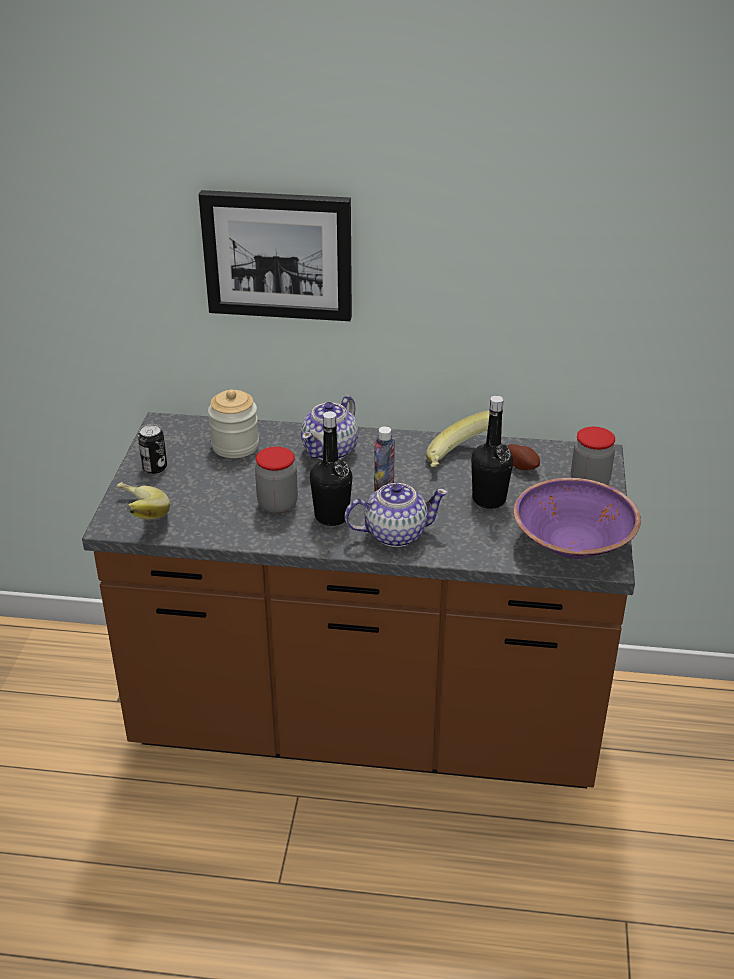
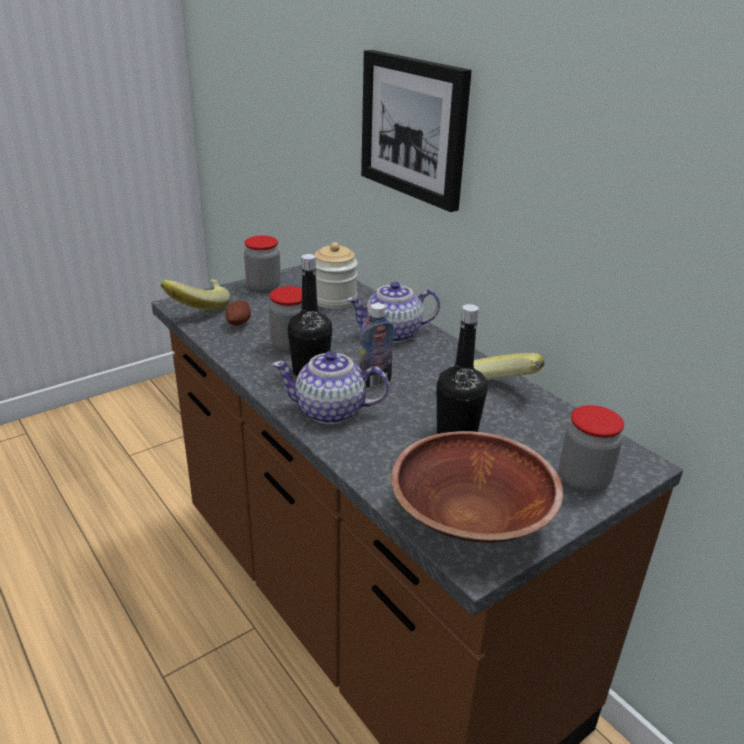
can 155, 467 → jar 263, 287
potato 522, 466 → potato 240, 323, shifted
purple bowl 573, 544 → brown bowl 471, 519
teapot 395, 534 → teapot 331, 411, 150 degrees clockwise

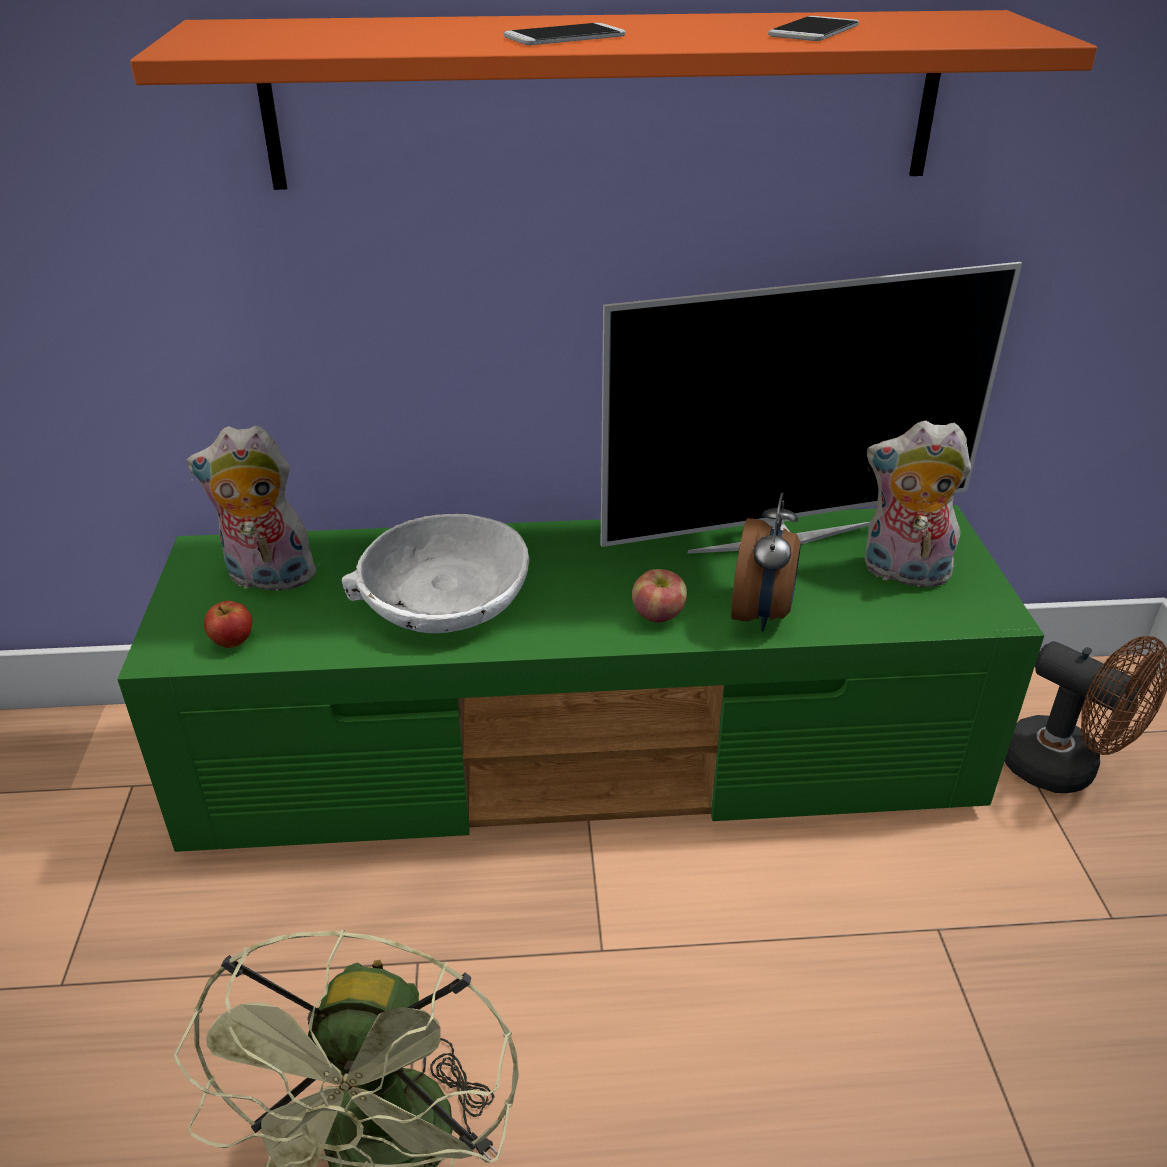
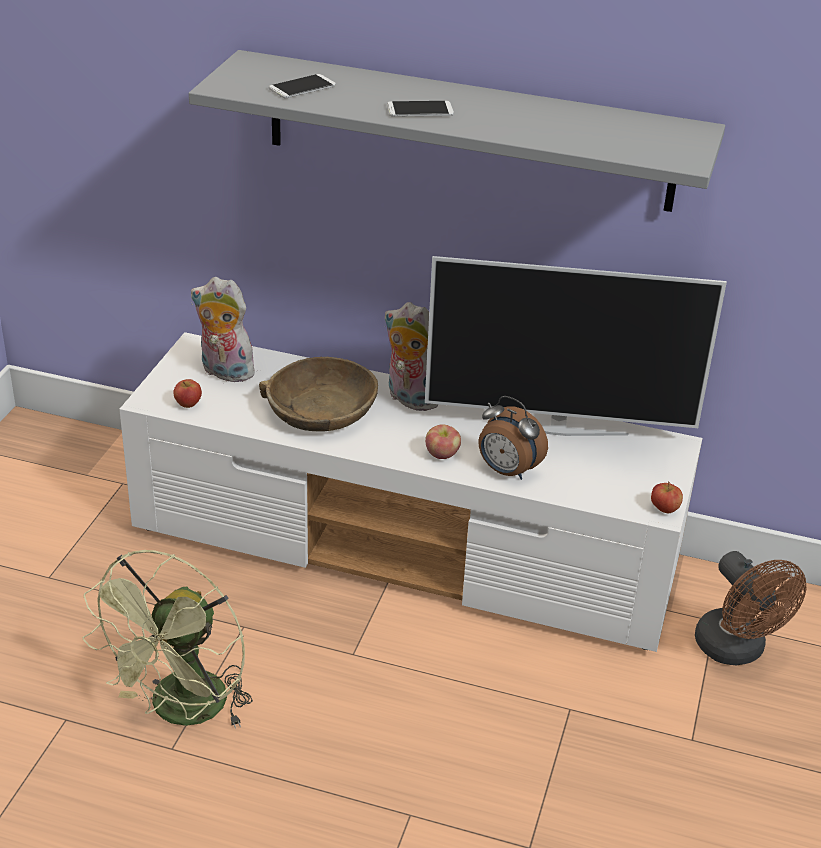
orange shelf 604, 101 → grey shelf 469, 131
phone 814, 31 → phone 302, 87, shifted
plush toy 902, 573 → plush toy 408, 399, shifted
alarm clock 762, 614 → alarm clock 507, 471, 90 degrees clockwise
green tv stand 588, 758 → white tv stand 408, 548
white bowl 445, 598 → brown bowl 321, 410
- → apple 664, 509

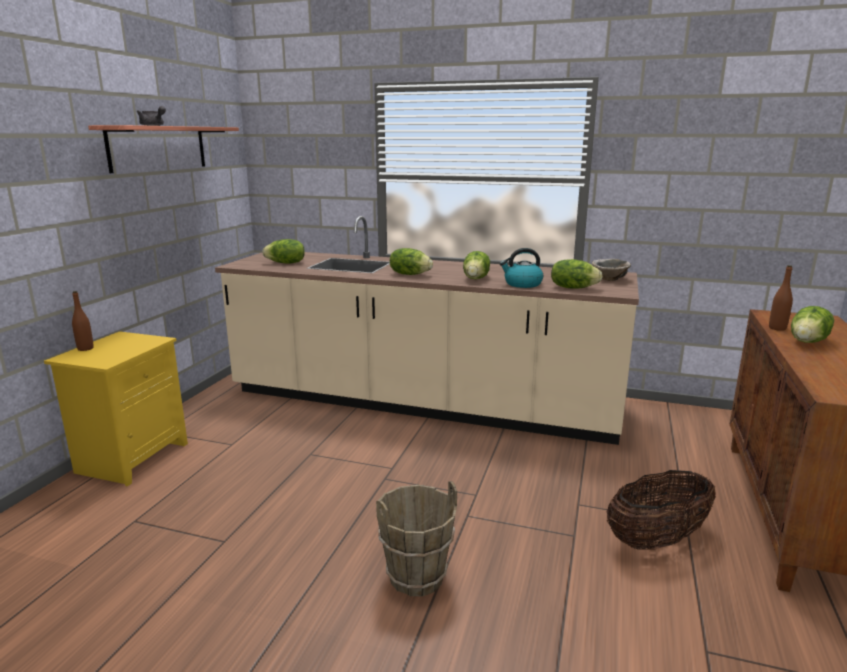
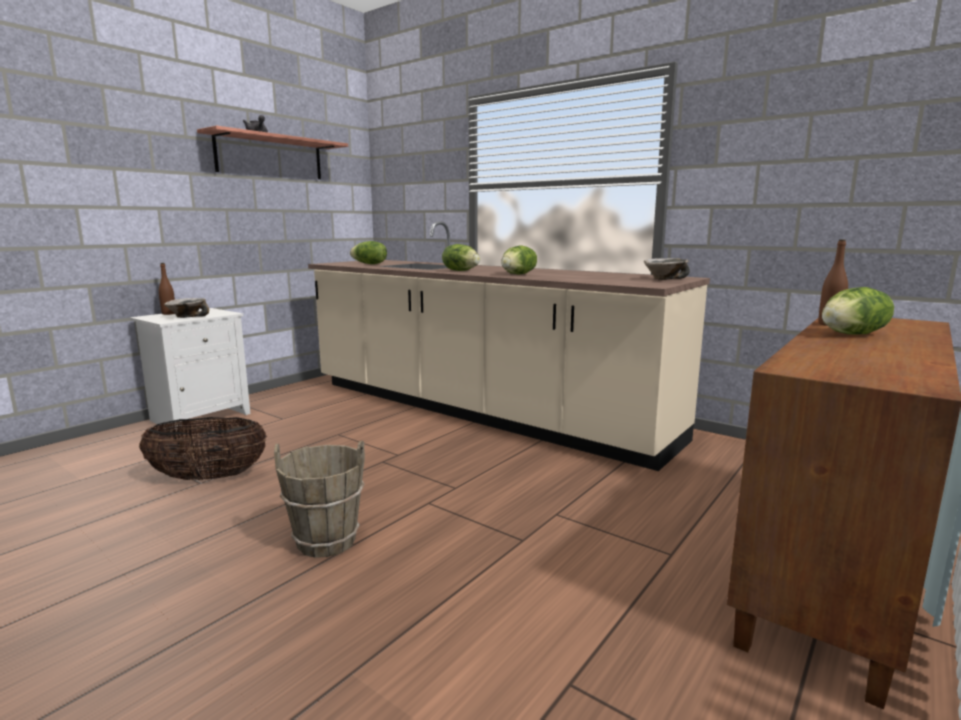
kettle 522, 284 → -
lettuce 573, 288 → -
yellow nightstand 132, 457 → white nightstand 200, 417
basket 657, 539 → basket 209, 477, shifted
- → bowl 187, 317

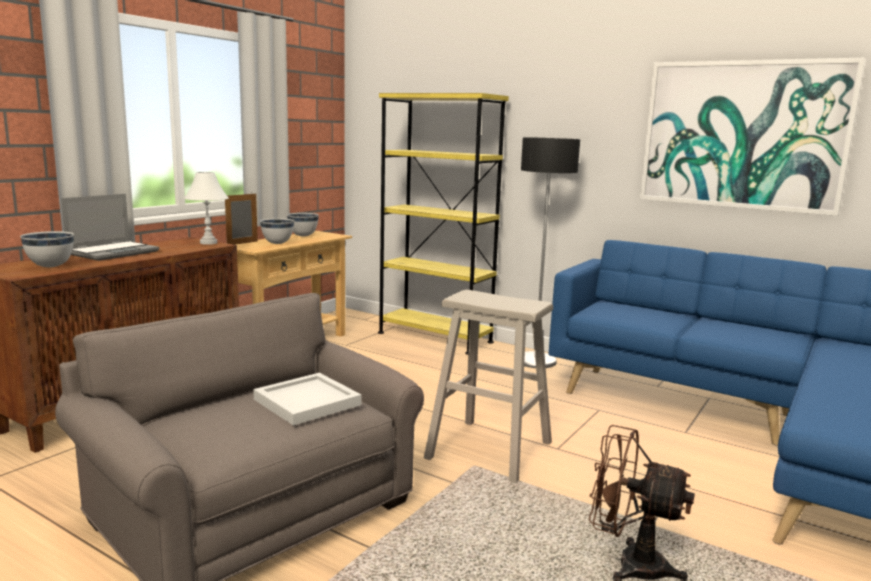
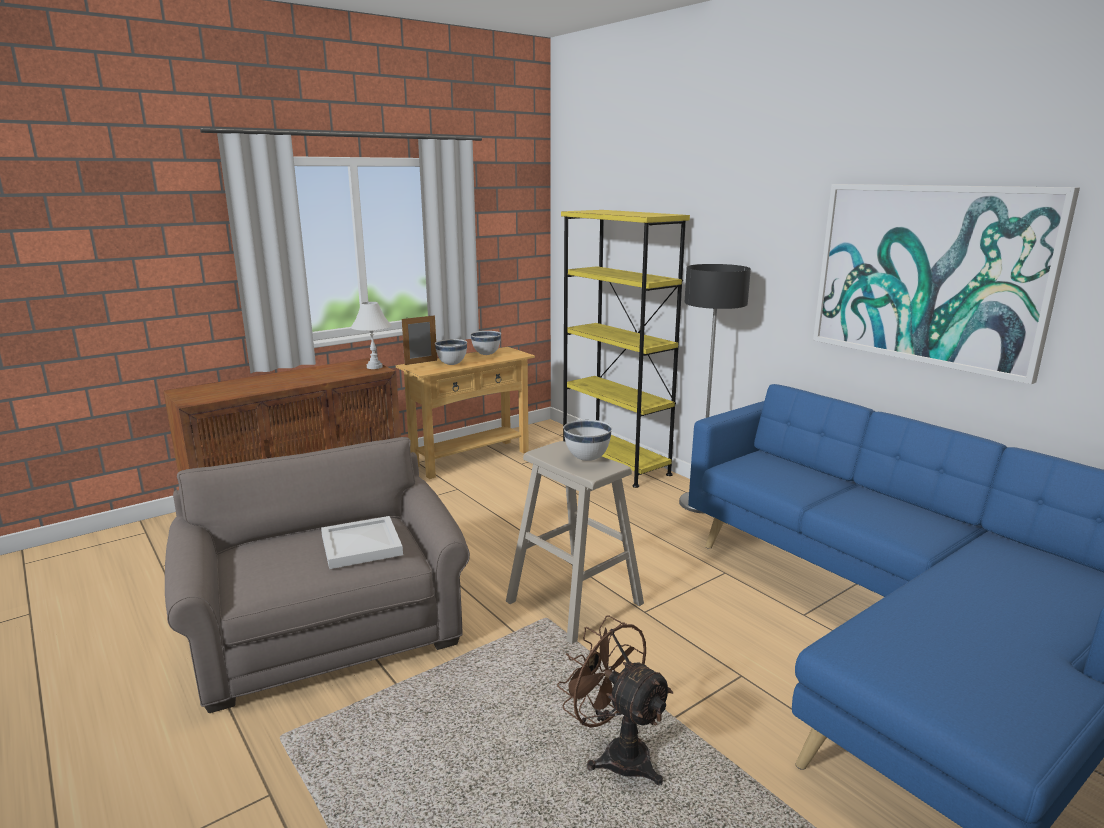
laptop 113, 252 → -
white bowl 50, 267 → white bowl 586, 459, shifted

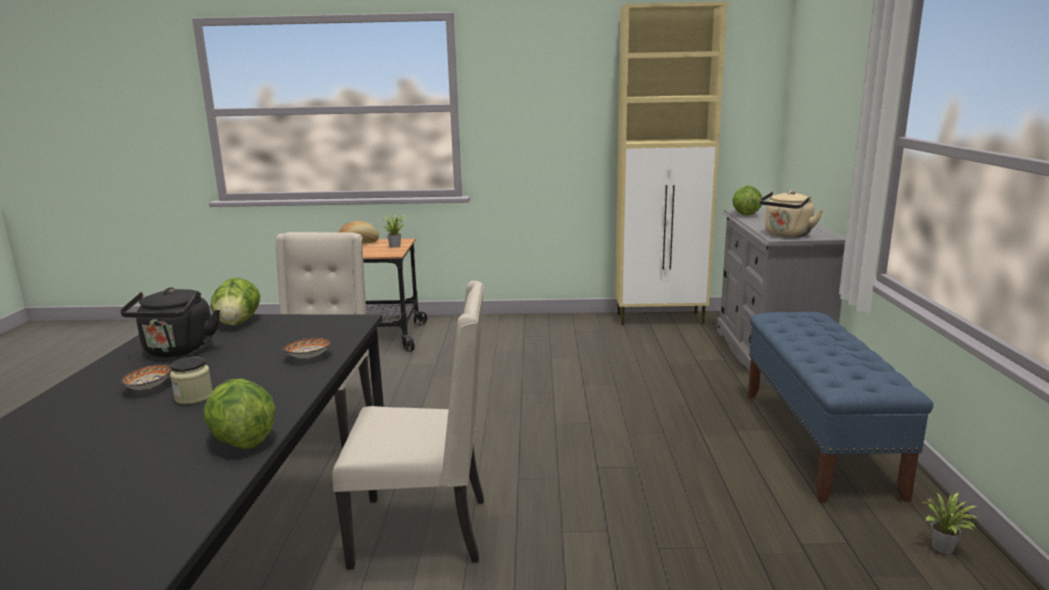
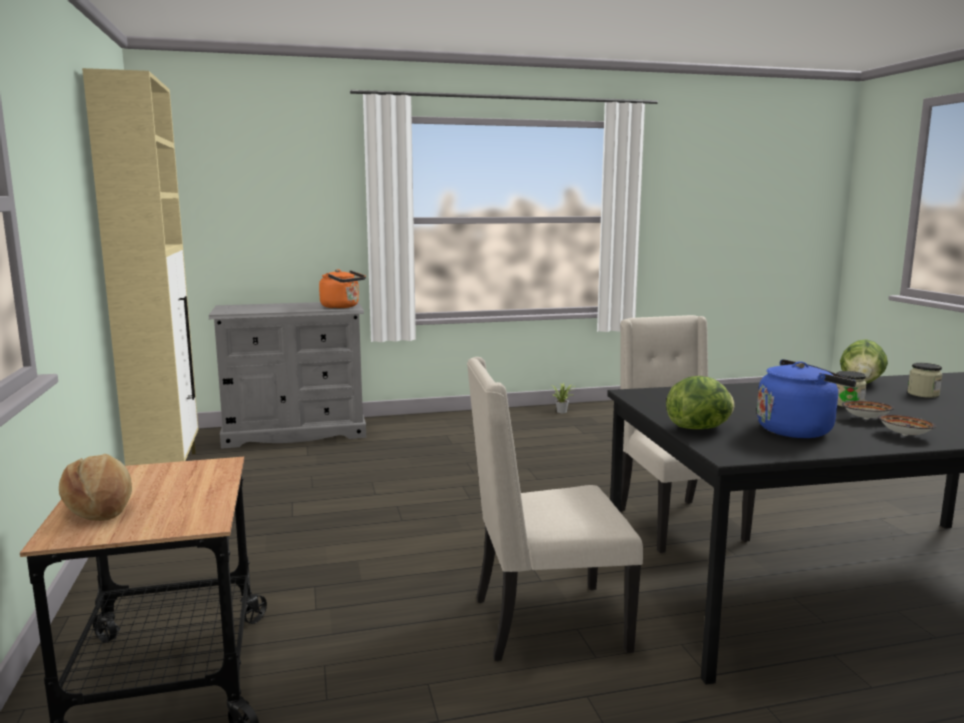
lettuce 745, 214 → -
beige kettle 786, 235 → orange kettle 342, 307
potted plant 395, 246 → -
black kettle 178, 351 → blue kettle 798, 430
blue bench 818, 441 → -
bowl 307, 357 → bowl 905, 435, shifted
- → jar 923, 394

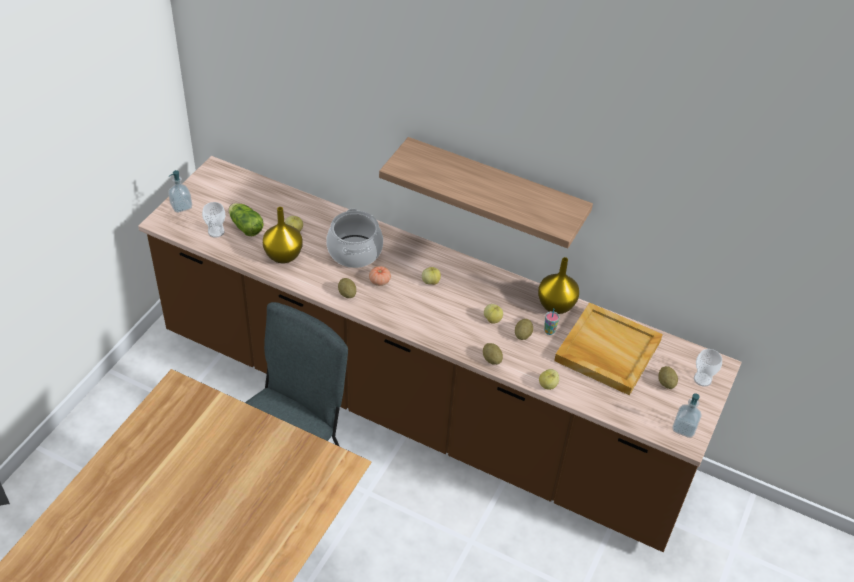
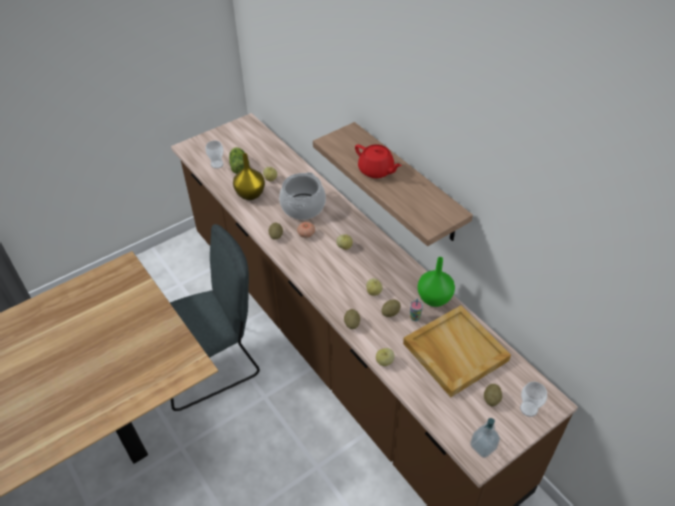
soap dispenser 181, 206 → -
yellow vase 555, 306 → green vase 433, 299
- → red teapot 376, 170

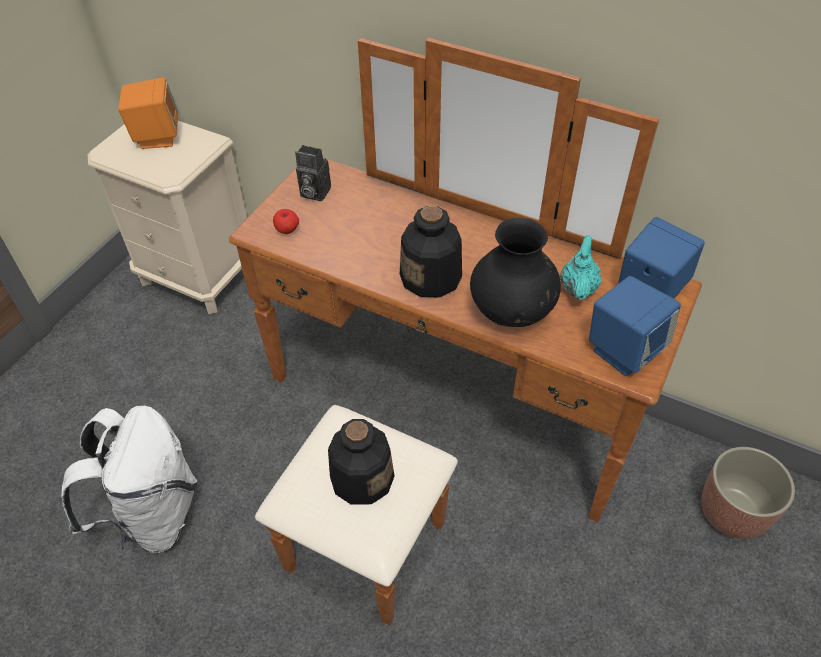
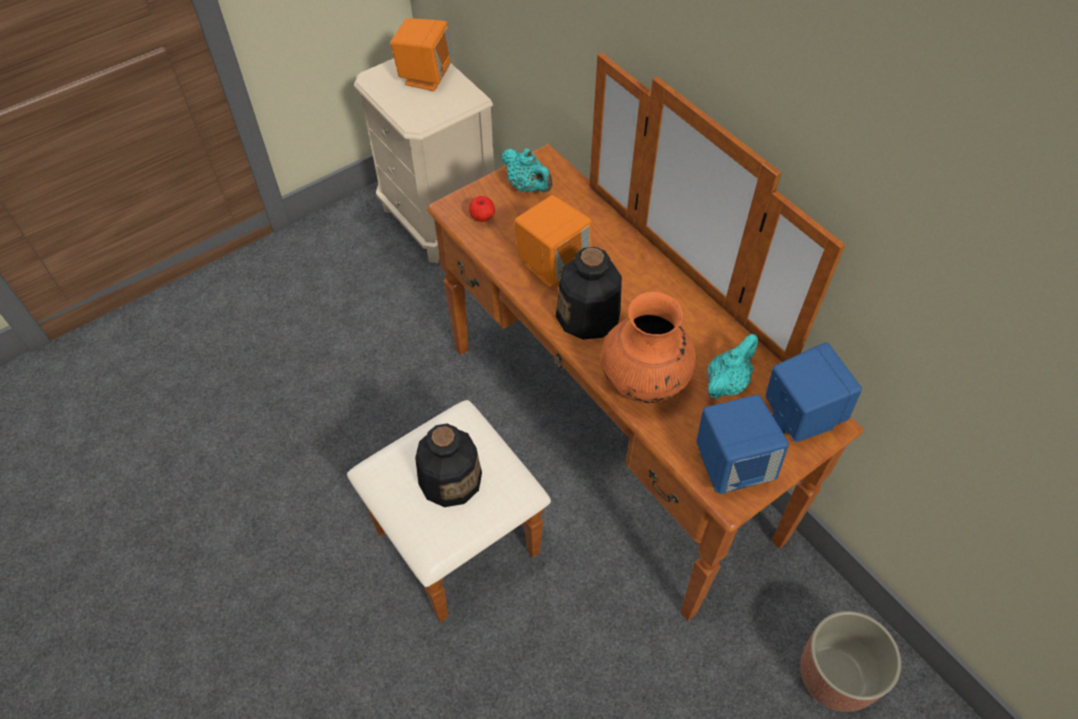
photo camera 313, 192 → turquoise teapot 528, 187
black vase 511, 312 → orange vase 644, 382
white backpack 153, 515 → -
- → orange speaker 552, 265

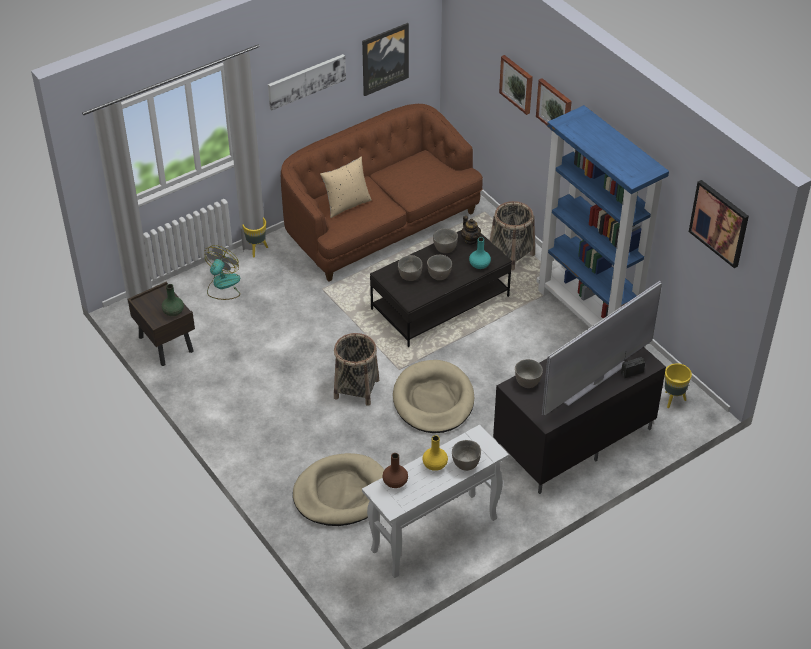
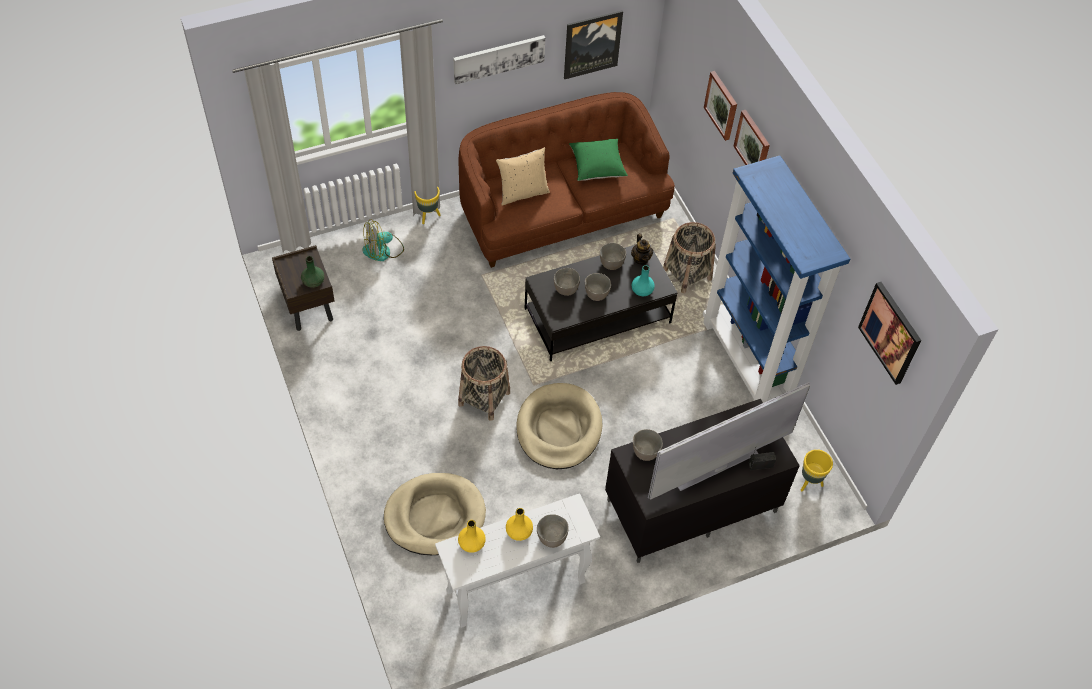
fan 223, 285 → fan 383, 250, 150 degrees counterclockwise
brown vase 395, 482 → yellow vase 471, 543
- → green pillow 597, 167

